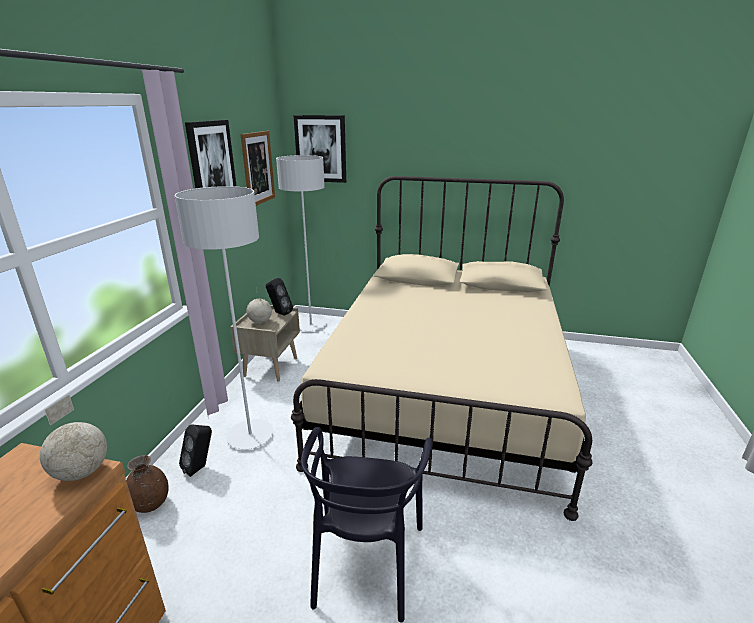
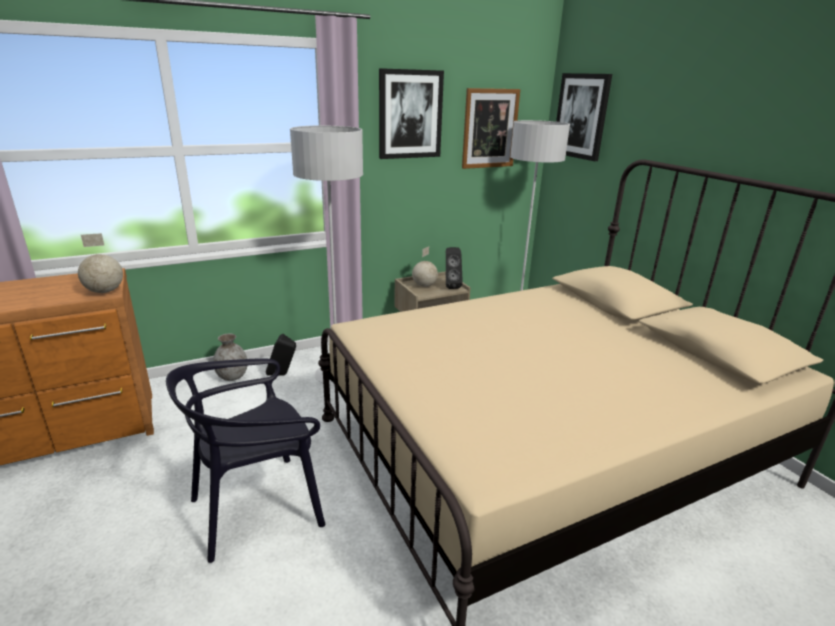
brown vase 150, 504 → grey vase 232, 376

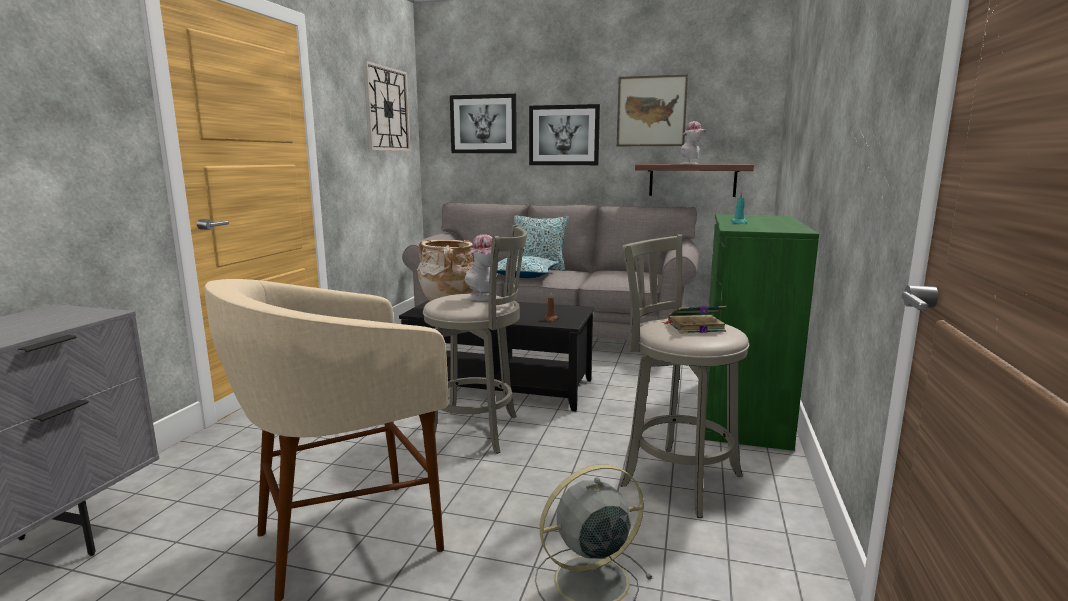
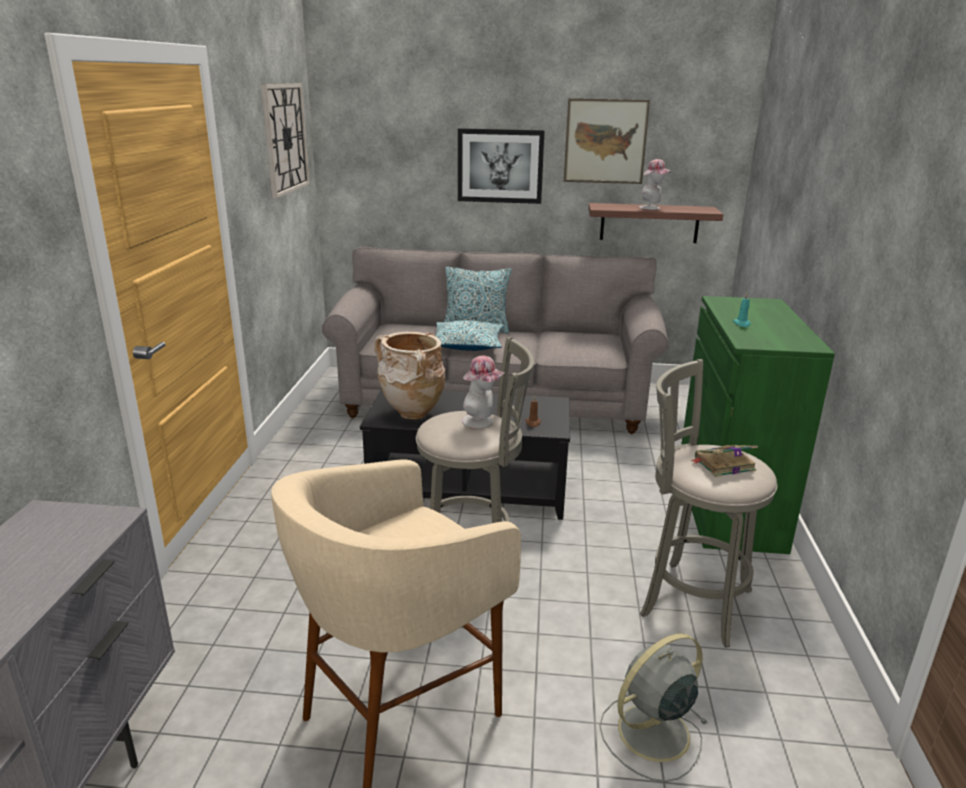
picture 483, 124 → -

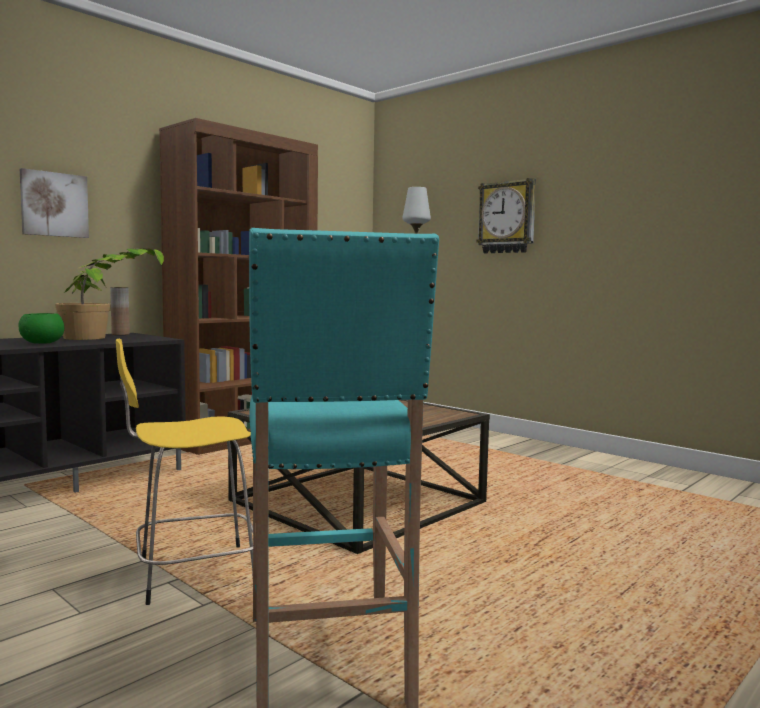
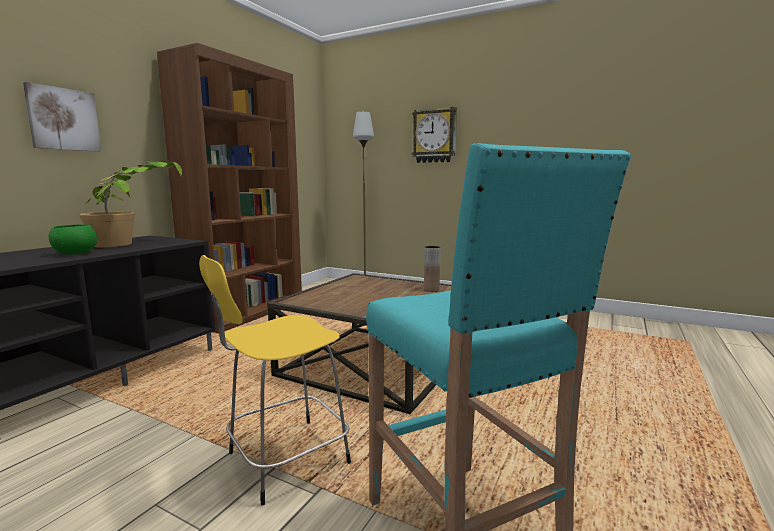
brown vase 120, 334 → brown vase 431, 290, shifted

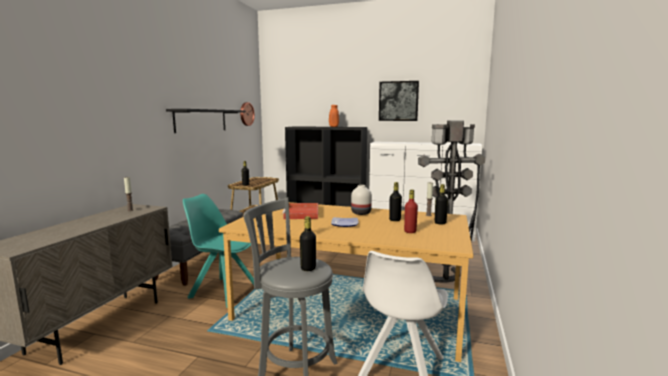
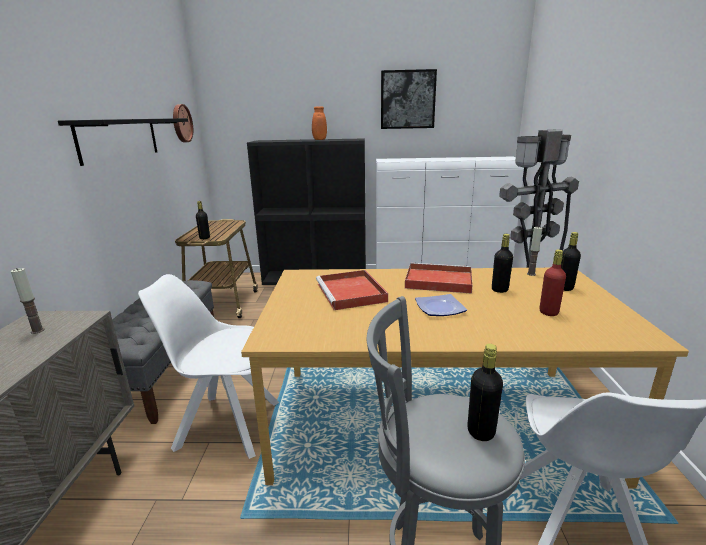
white vase 360, 213 → red tray 437, 281
turquoise chair 223, 291 → white chair 226, 424

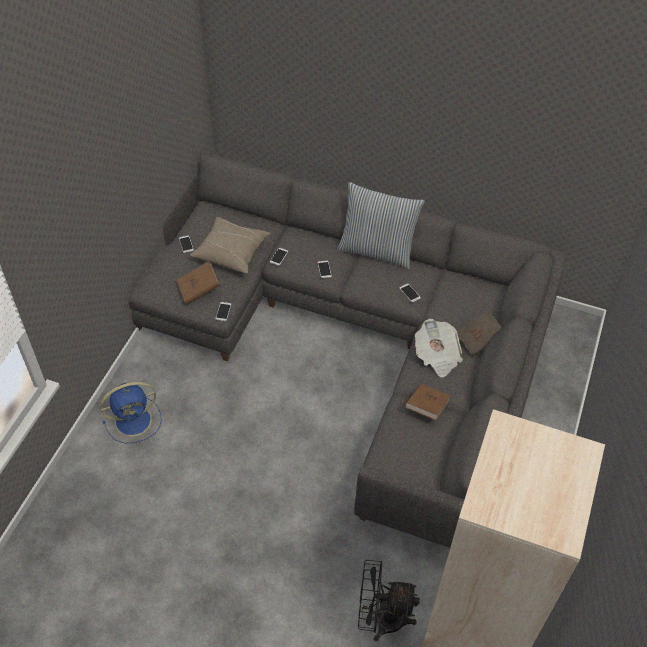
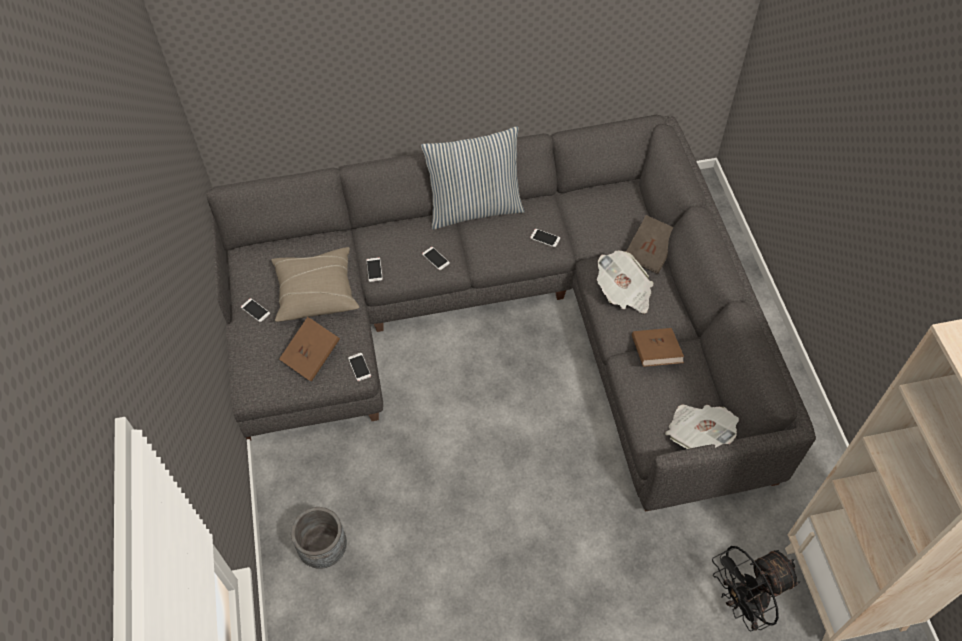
blue fan 135, 420 → grey planter 324, 549
- → newspaper 697, 434

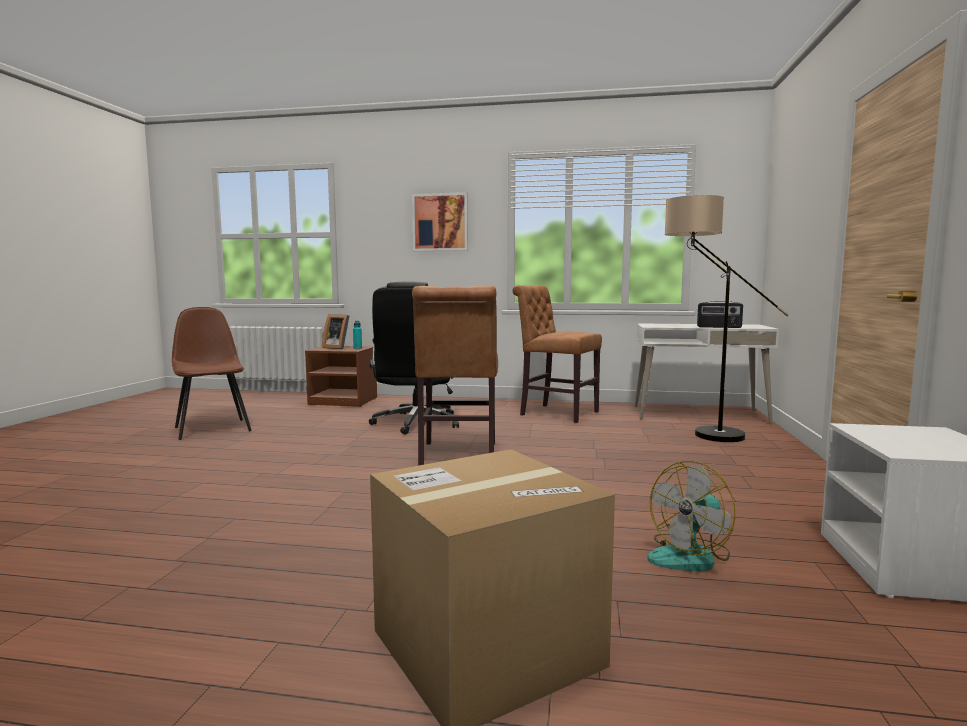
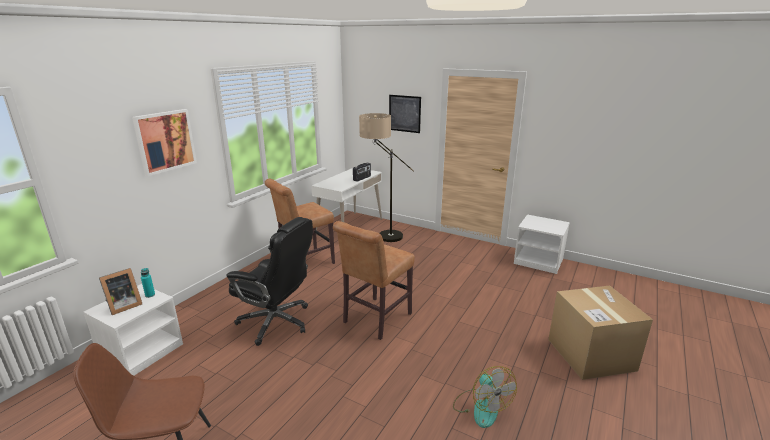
brown chair 457, 456 → brown chair 375, 319, 105 degrees clockwise
brown nightstand 344, 401 → white nightstand 142, 352
fan 690, 556 → fan 481, 407, shifted
- → picture 404, 113

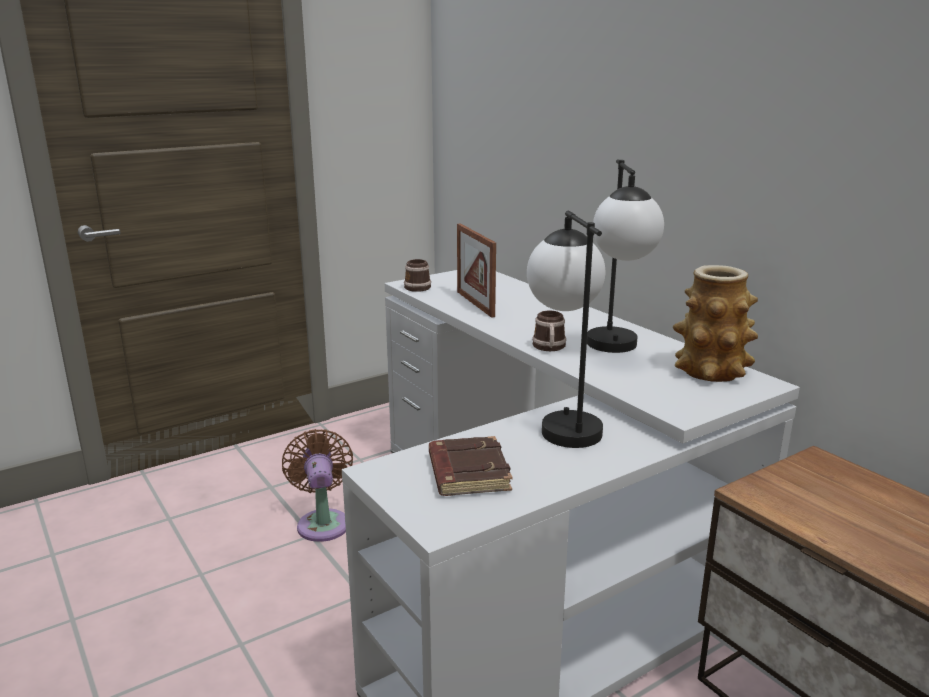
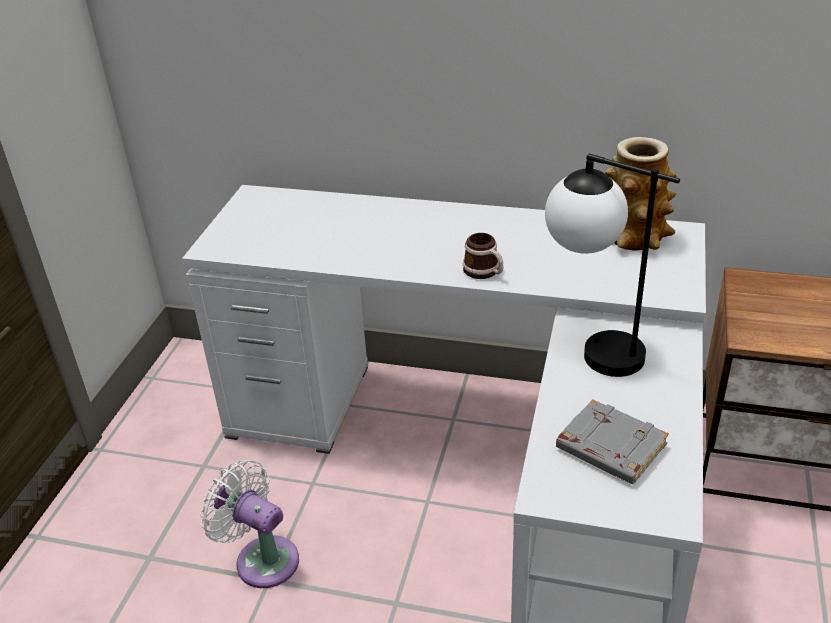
table lamp 615, 351 → -
picture frame 475, 304 → -
mug 416, 286 → -
brown fan 323, 522 → white fan 262, 558
brown book 467, 472 → grey book 609, 448

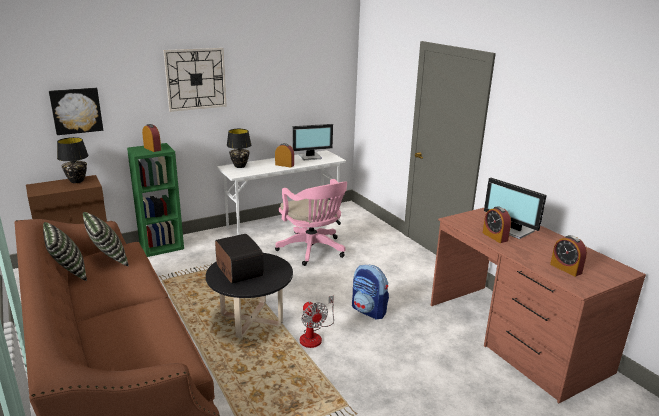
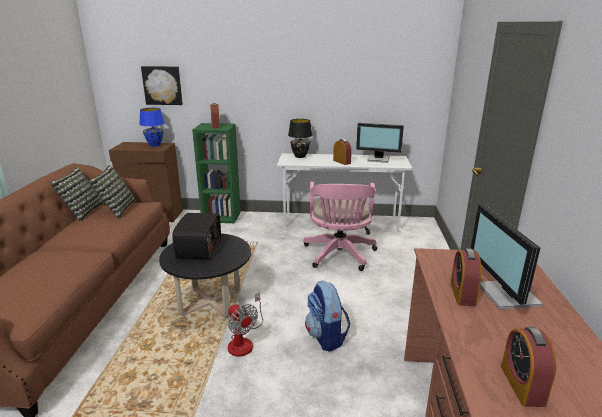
wall clock 195, 79 → -
black table lamp 76, 181 → blue table lamp 154, 145
fan 314, 336 → fan 244, 341, 45 degrees counterclockwise

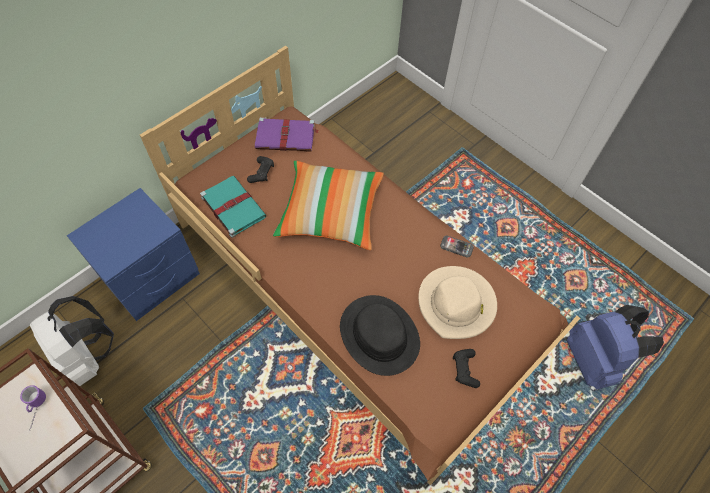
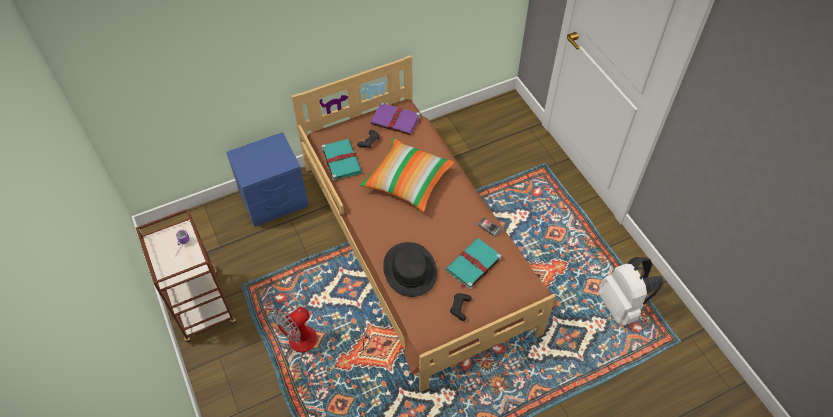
beige hat 456, 304 → turquoise book 473, 265
white backpack 87, 356 → white backpack 622, 306, shifted
blue backpack 594, 360 → -
- → fan 314, 341

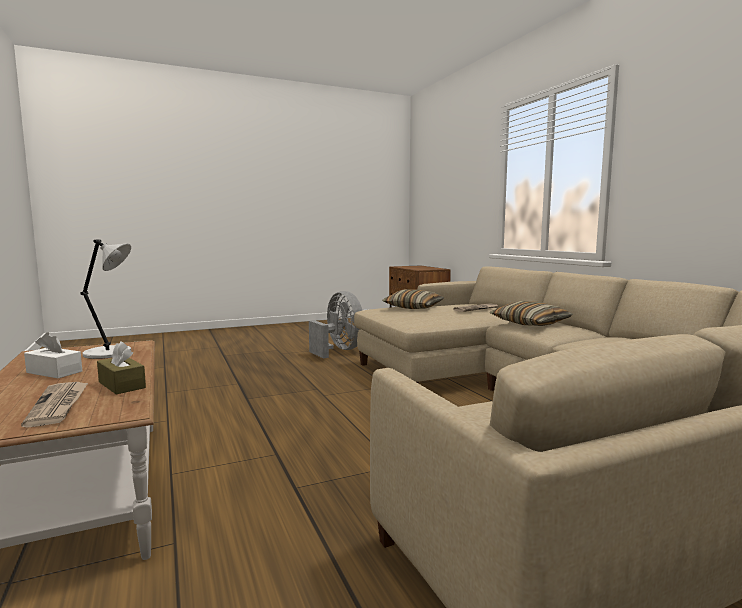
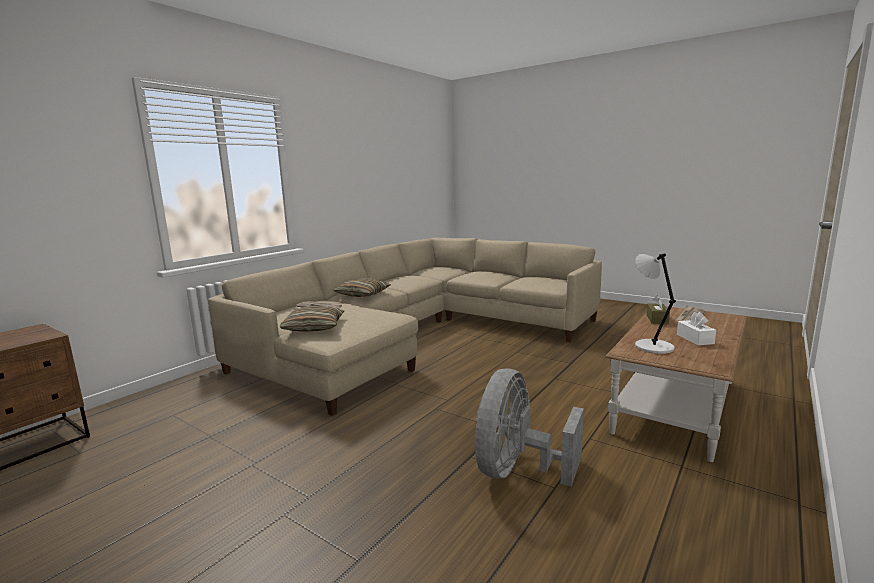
grey fan 339, 350 → grey fan 517, 470, shifted

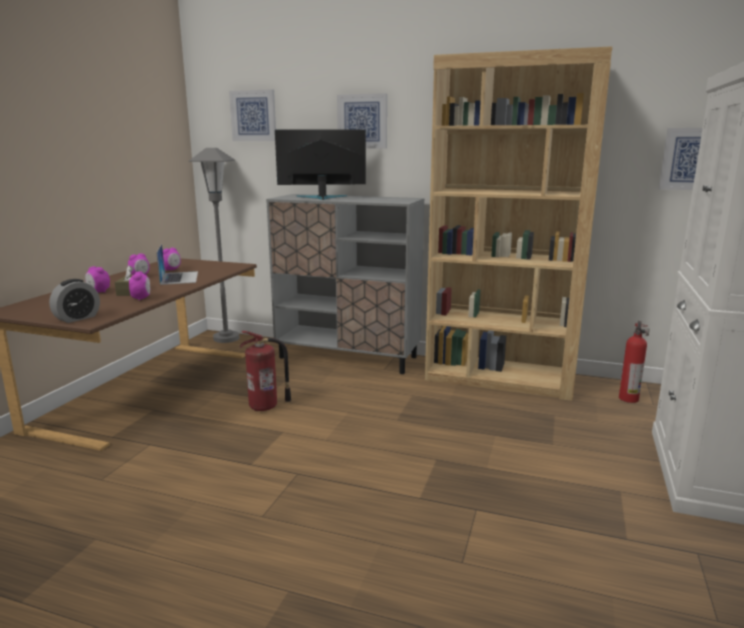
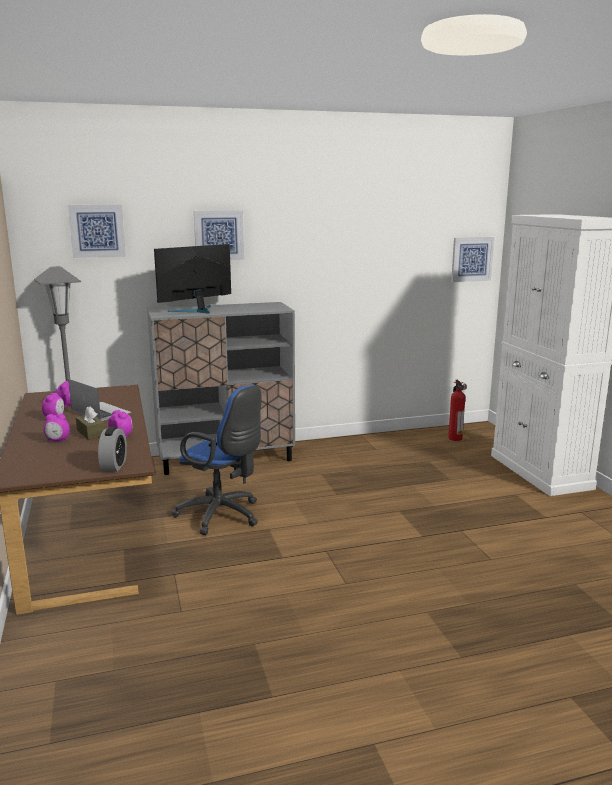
brown bookcase 499, 378 → -
fire extinguisher 265, 407 → blue office chair 223, 516

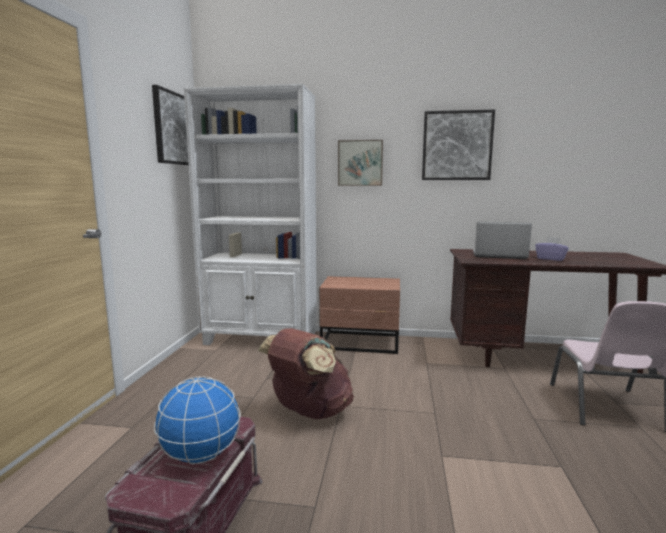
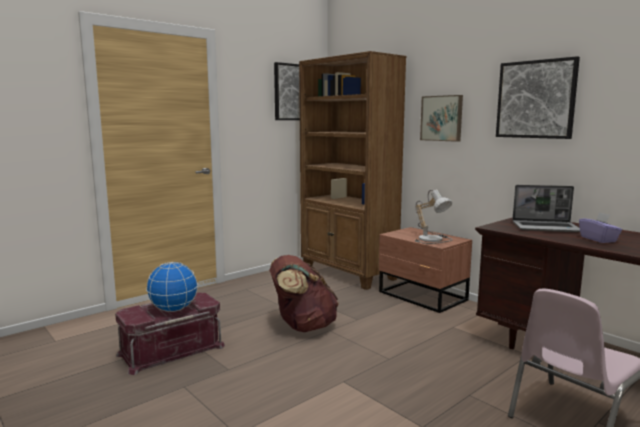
white bookcase 261, 339 → brown bookcase 348, 273
laptop 498, 255 → laptop 546, 227, 135 degrees clockwise
- → table lamp 433, 239

